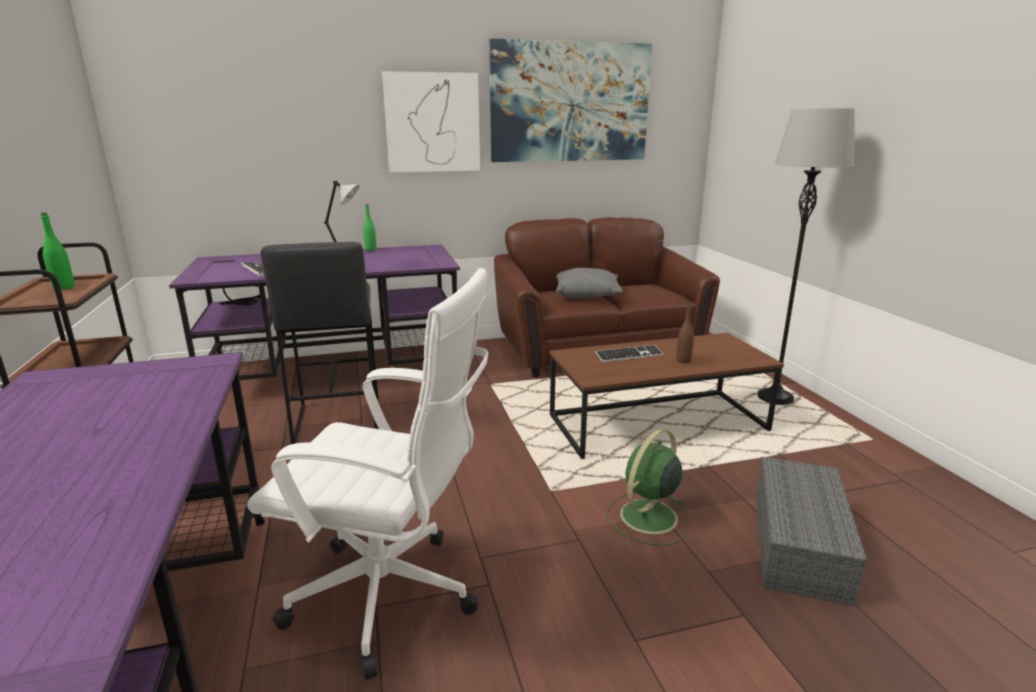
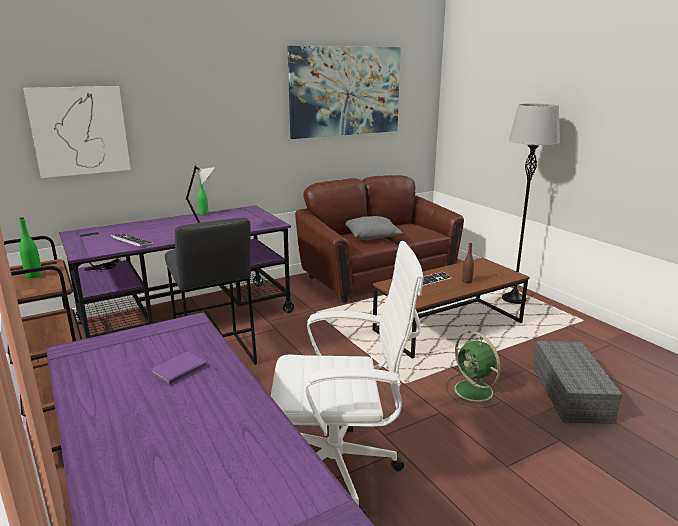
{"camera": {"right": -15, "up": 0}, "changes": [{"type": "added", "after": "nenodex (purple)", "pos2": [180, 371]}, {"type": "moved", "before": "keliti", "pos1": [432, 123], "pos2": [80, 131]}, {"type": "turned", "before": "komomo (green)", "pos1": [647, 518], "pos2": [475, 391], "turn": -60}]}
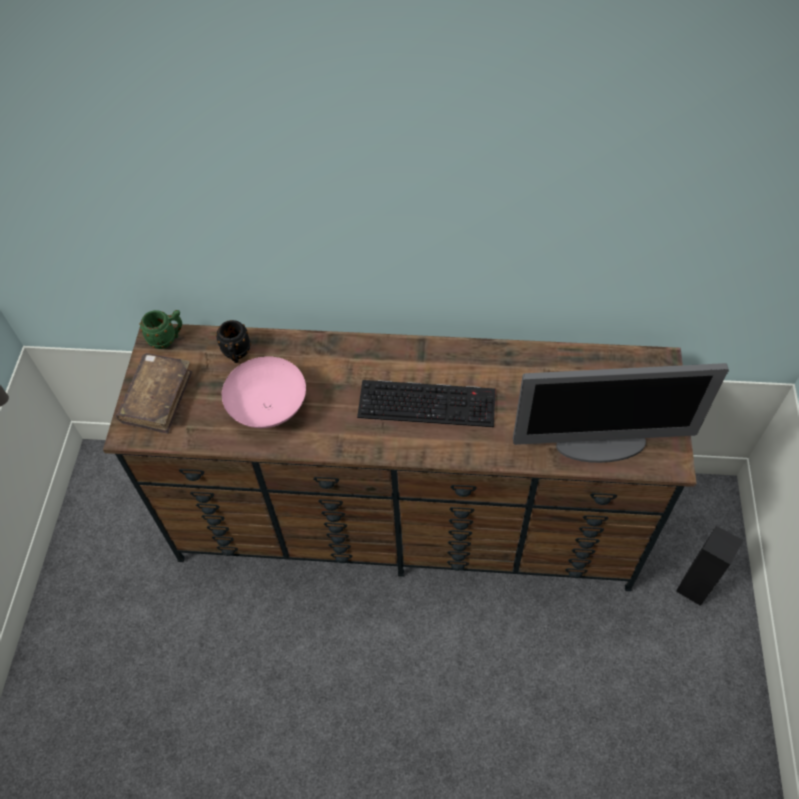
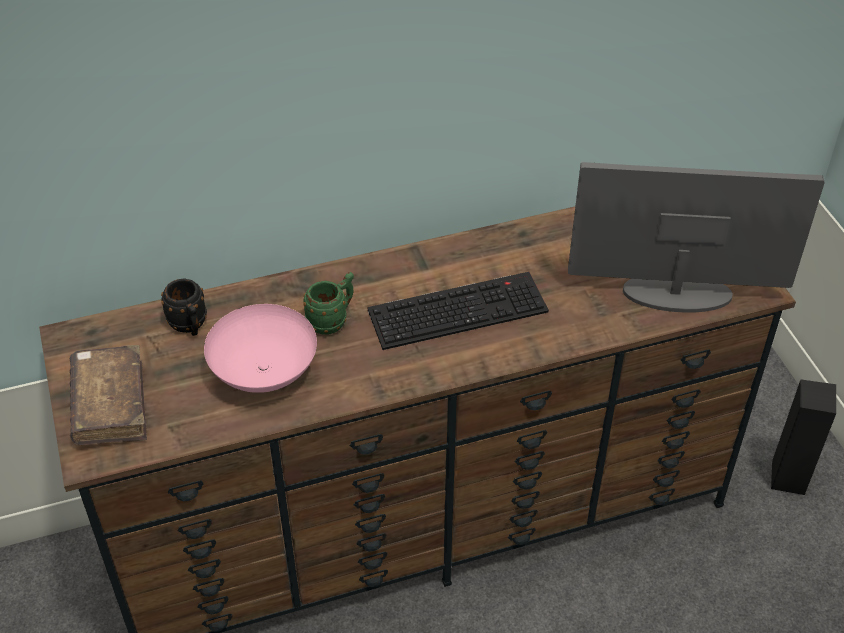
{"camera": {"right": -25, "up": -10}, "changes": [{"type": "moved", "before": "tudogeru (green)", "pos1": [167, 338], "pos2": [332, 320]}, {"type": "turned", "before": "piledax", "pos1": [601, 444], "pos2": [676, 293], "turn": -150}]}
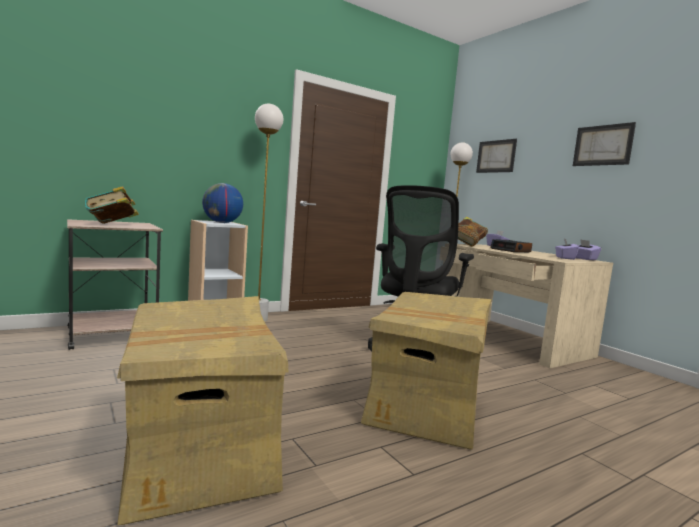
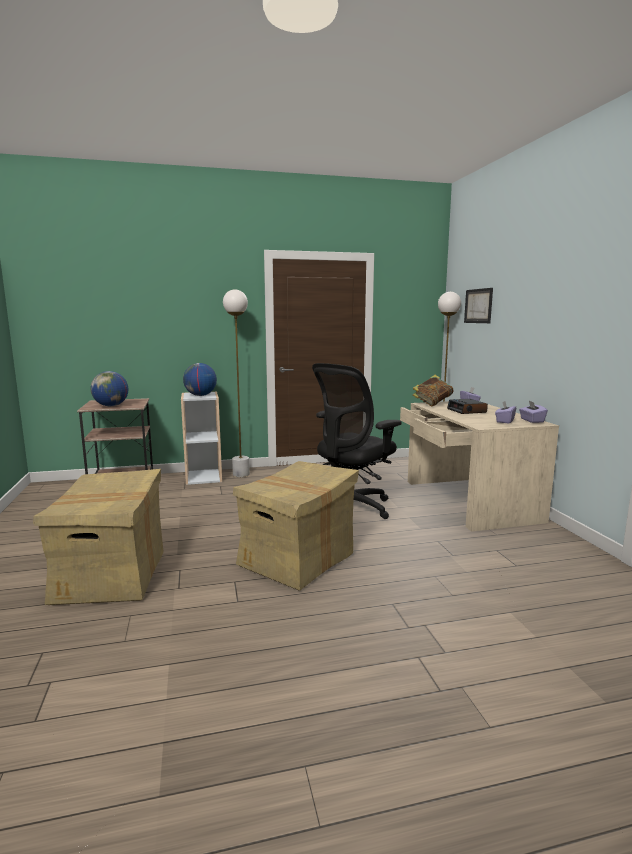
{"camera": {"right": 20, "up": 5}, "changes": [{"type": "removed", "before": "keliti", "pos1": [603, 145]}, {"type": "replaced", "before": "nenodex", "after": "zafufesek", "pos1": [112, 225], "pos2": [111, 406]}]}
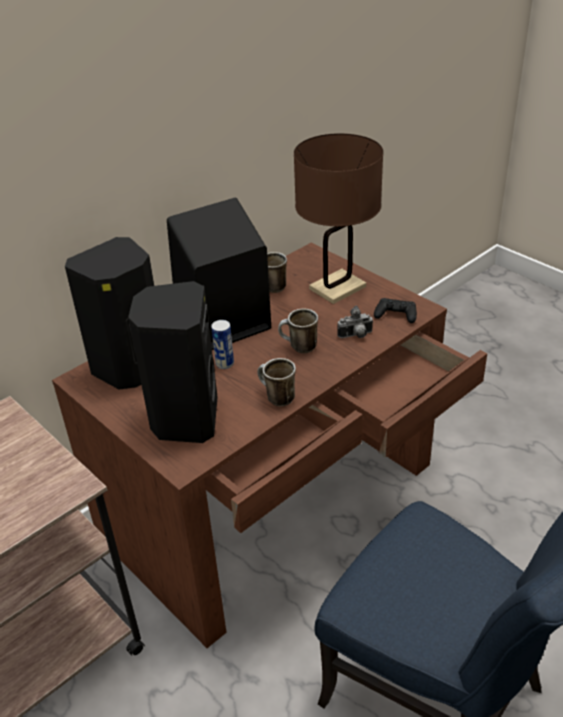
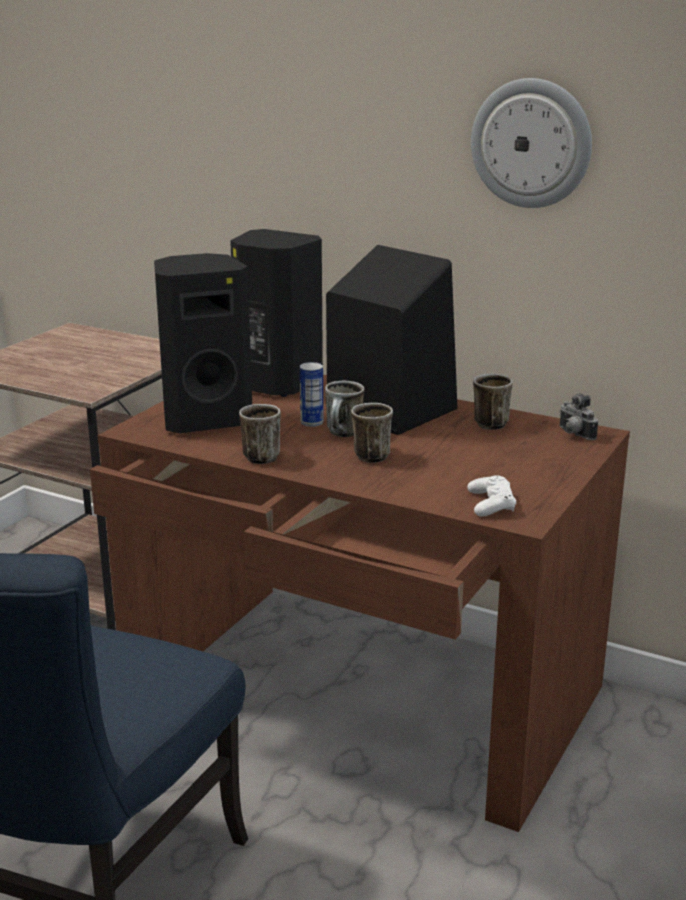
{"camera": {"right": 70, "up": -15}, "changes": [{"type": "removed", "before": "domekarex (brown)", "pos1": [337, 288]}, {"type": "added", "after": "tudogeru", "pos2": [344, 435]}, {"type": "added", "after": "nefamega", "pos2": [531, 143]}, {"type": "moved", "before": "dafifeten", "pos1": [356, 336], "pos2": [573, 434]}, {"type": "recoloured", "before": "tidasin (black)", "after": "tidasin (white)", "pos1": [396, 315], "pos2": [491, 504]}]}
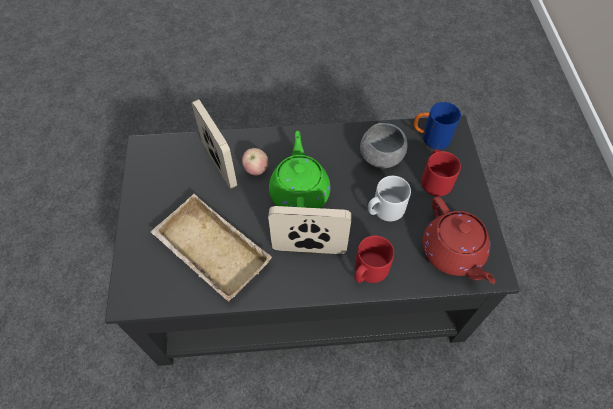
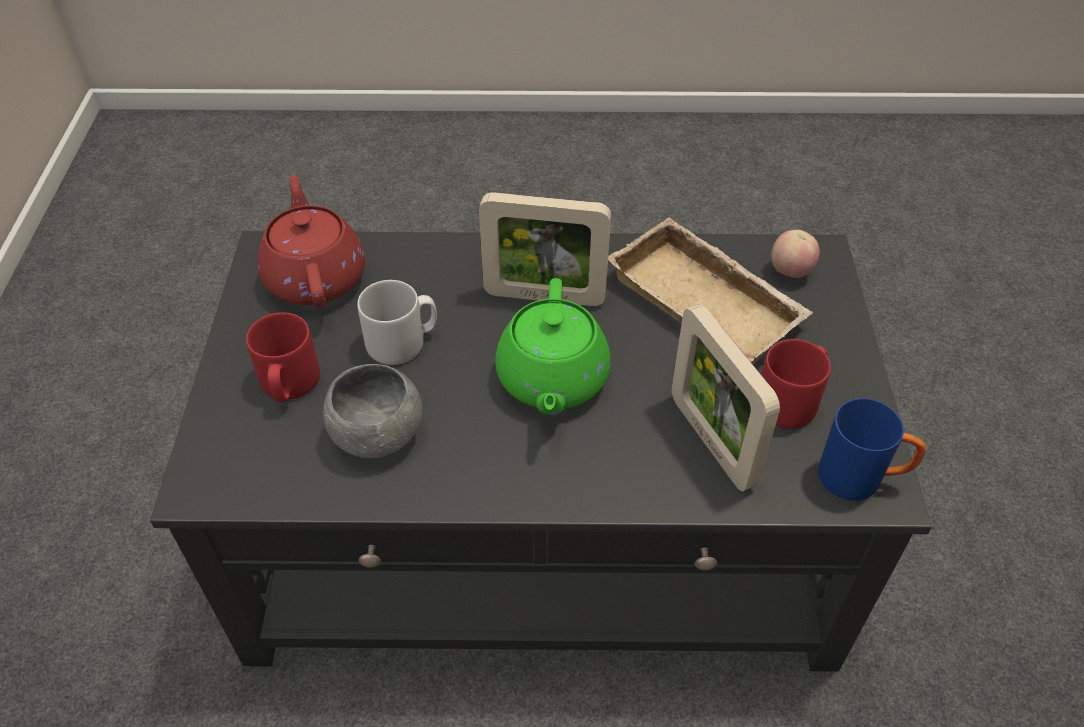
{"camera": {"right": -175, "up": -10}, "changes": [{"type": "moved", "before": "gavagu", "pos1": [256, 170], "pos2": [790, 272]}, {"type": "moved", "before": "tudogeru (red)", "pos1": [368, 271], "pos2": [791, 401]}, {"type": "moved", "before": "tudogeru (blue)", "pos1": [430, 138], "pos2": [861, 478]}]}
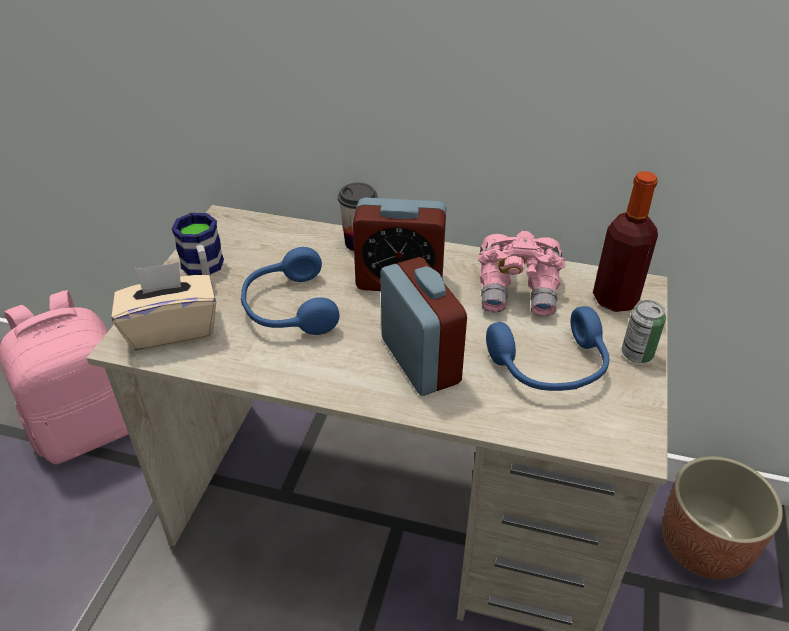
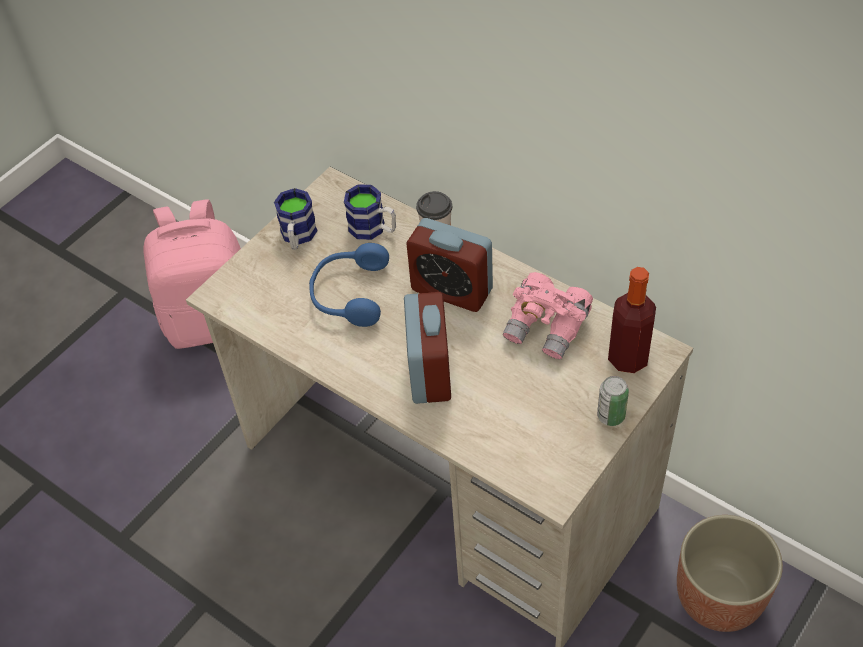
{"camera": {"right": 25, "up": 10}, "changes": [{"type": "removed", "before": "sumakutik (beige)", "pos1": [172, 329]}, {"type": "removed", "before": "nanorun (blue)", "pos1": [551, 368]}, {"type": "added", "after": "tudogeru", "pos2": [373, 229]}]}
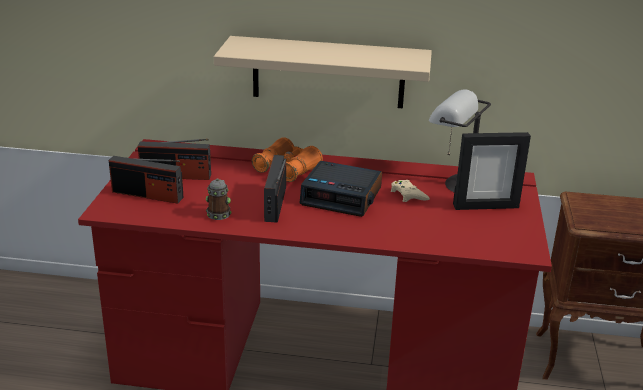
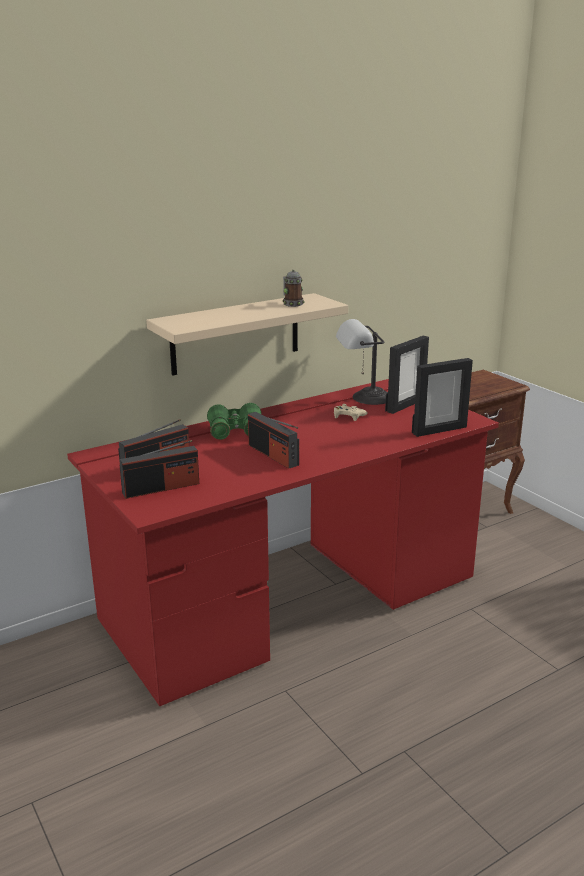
{"camera": {"right": -40, "up": -5}, "changes": [{"type": "removed", "before": "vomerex", "pos1": [342, 196]}, {"type": "added", "after": "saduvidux", "pos2": [439, 430]}, {"type": "moved", "before": "tudogeru", "pos1": [219, 213], "pos2": [291, 303]}, {"type": "recoloured", "before": "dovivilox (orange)", "after": "dovivilox (green)", "pos1": [287, 170], "pos2": [235, 431]}]}
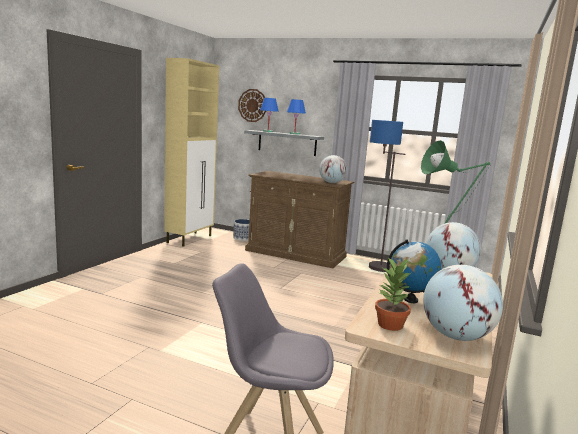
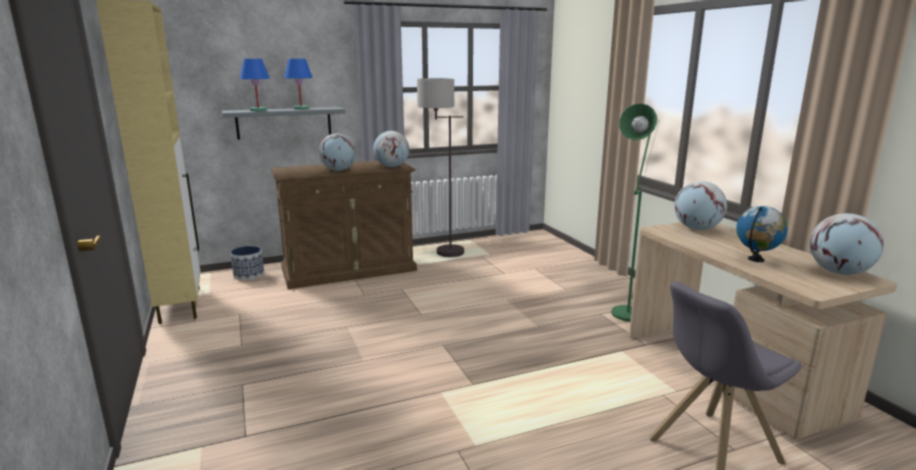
{"camera": {"right": -45, "up": 5}, "changes": [{"type": "removed", "before": "nefamega", "pos1": [252, 105]}, {"type": "removed", "before": "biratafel", "pos1": [391, 325]}, {"type": "added", "after": "zafufesek", "pos2": [339, 170]}, {"type": "recoloured", "before": "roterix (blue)", "after": "roterix (grey)", "pos1": [374, 266], "pos2": [441, 252]}]}
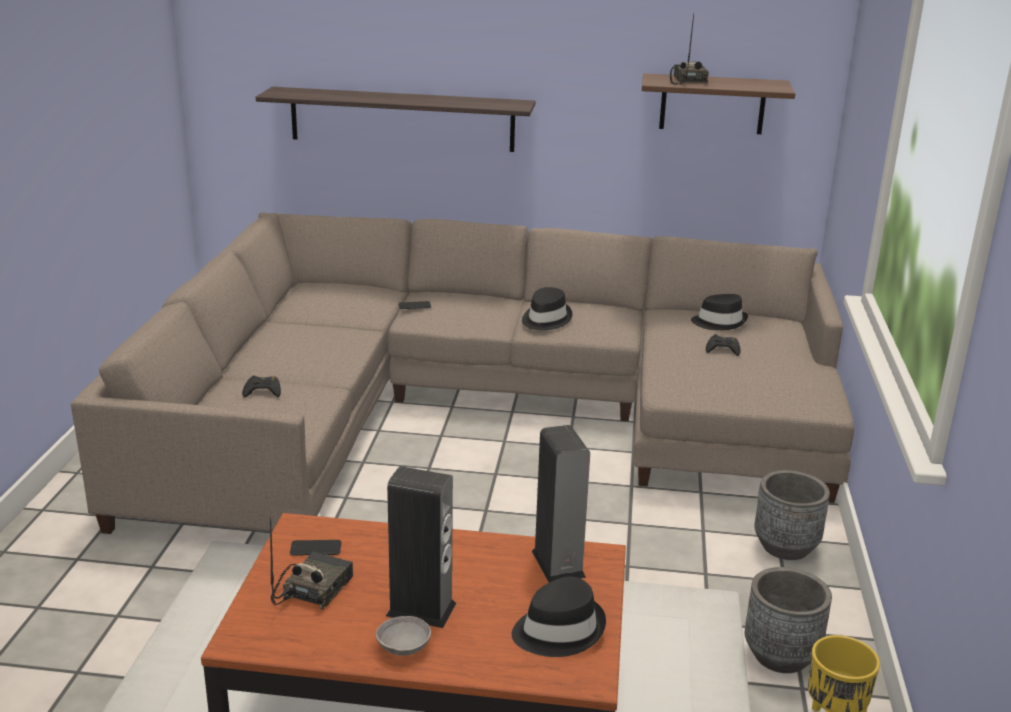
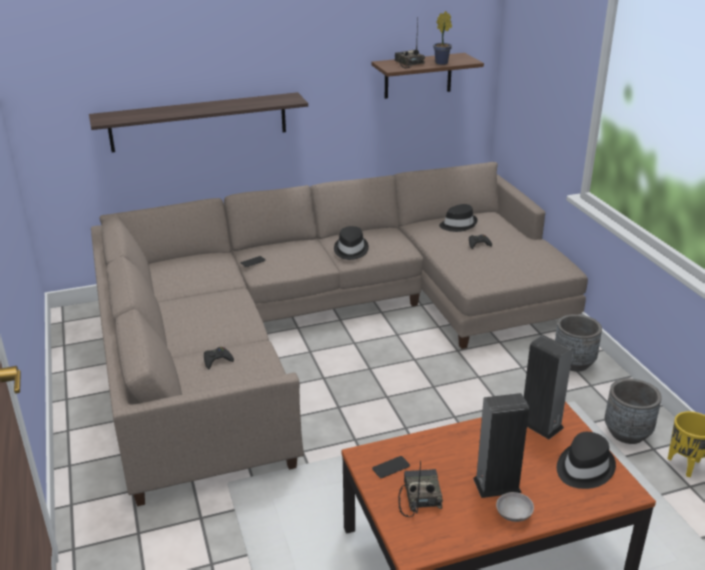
{"camera": {"right": -25, "up": 5}, "changes": [{"type": "added", "after": "biratafel", "pos2": [443, 63]}]}
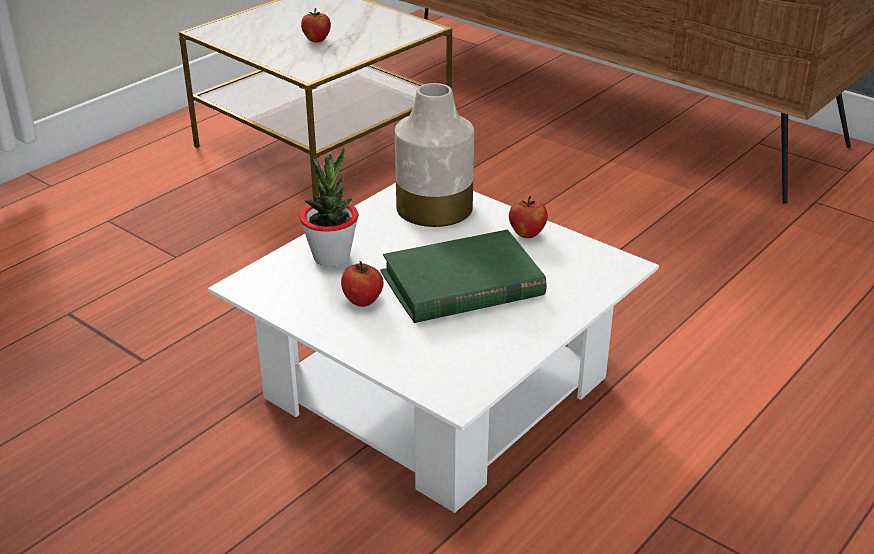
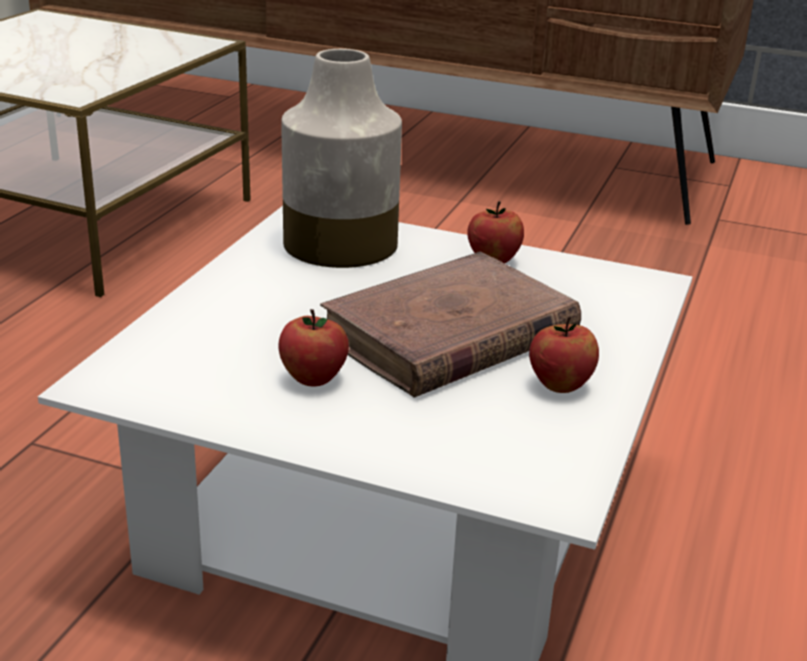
{"camera": {"right": -20, "up": -5}, "changes": [{"type": "removed", "before": "biratafel", "pos1": [331, 257]}, {"type": "moved", "before": "gavagu", "pos1": [316, 40], "pos2": [560, 385]}, {"type": "recoloured", "before": "nenodex (green)", "after": "nenodex (brown)", "pos1": [461, 284], "pos2": [448, 335]}]}
